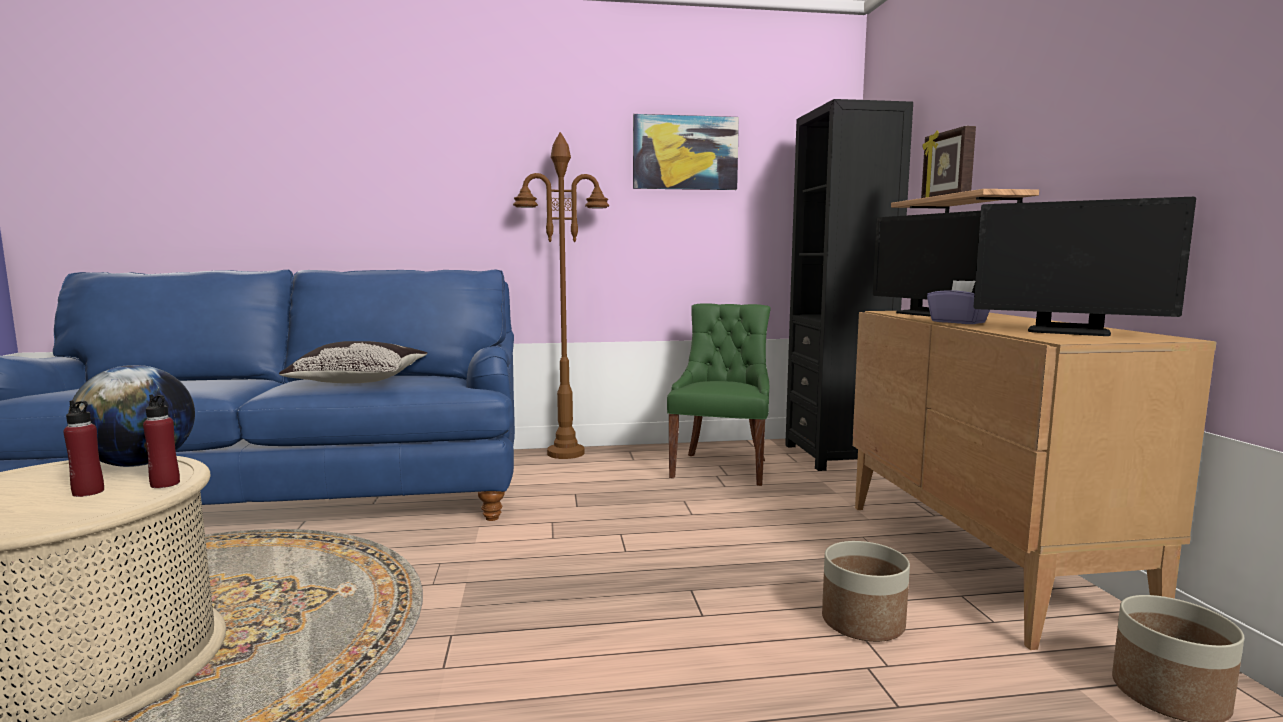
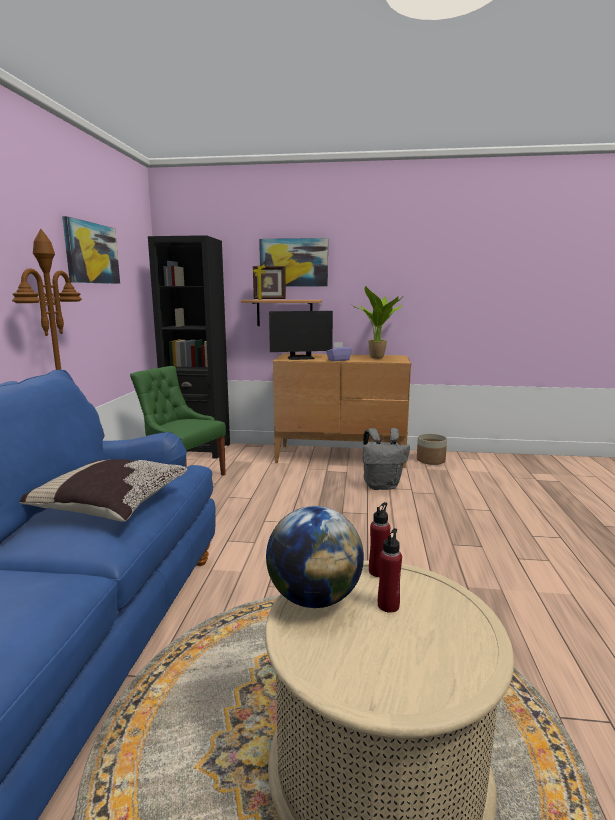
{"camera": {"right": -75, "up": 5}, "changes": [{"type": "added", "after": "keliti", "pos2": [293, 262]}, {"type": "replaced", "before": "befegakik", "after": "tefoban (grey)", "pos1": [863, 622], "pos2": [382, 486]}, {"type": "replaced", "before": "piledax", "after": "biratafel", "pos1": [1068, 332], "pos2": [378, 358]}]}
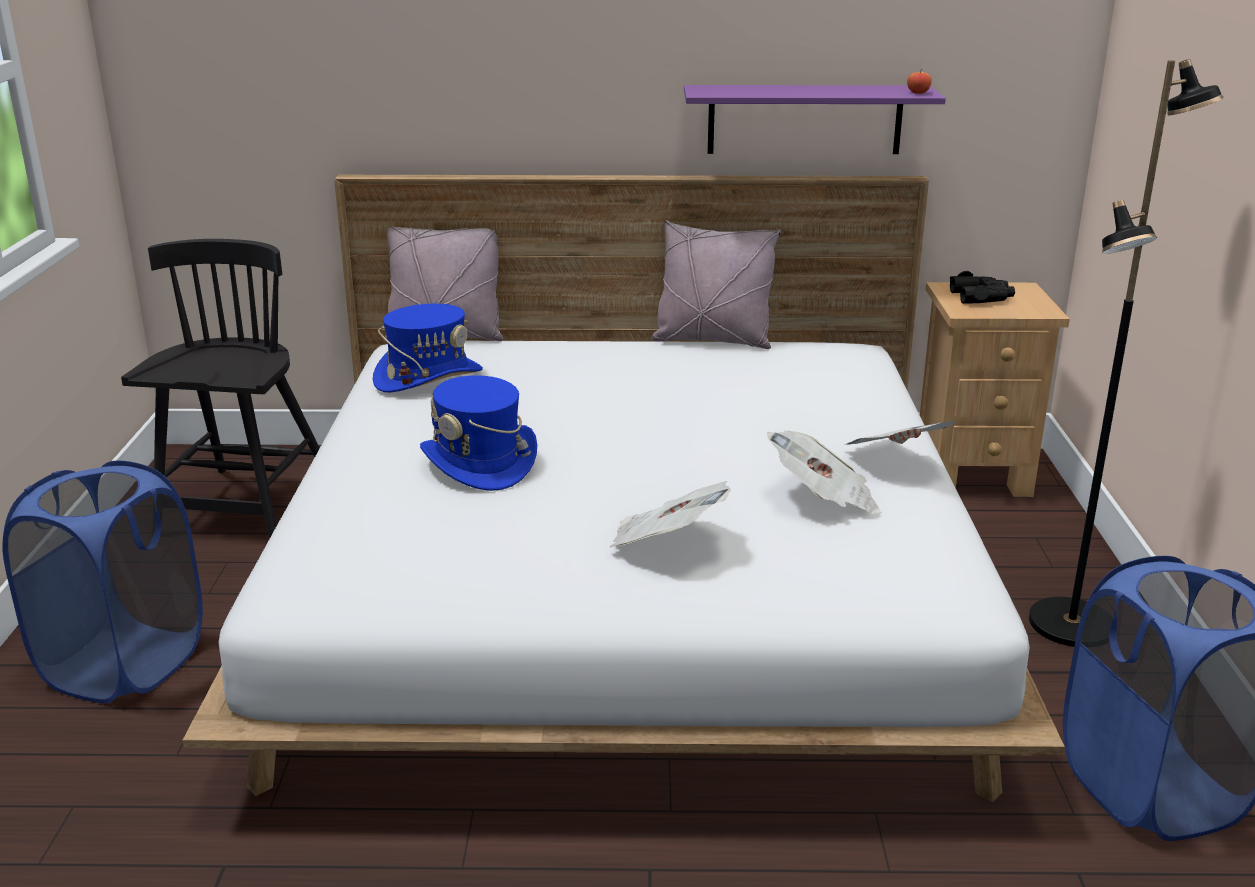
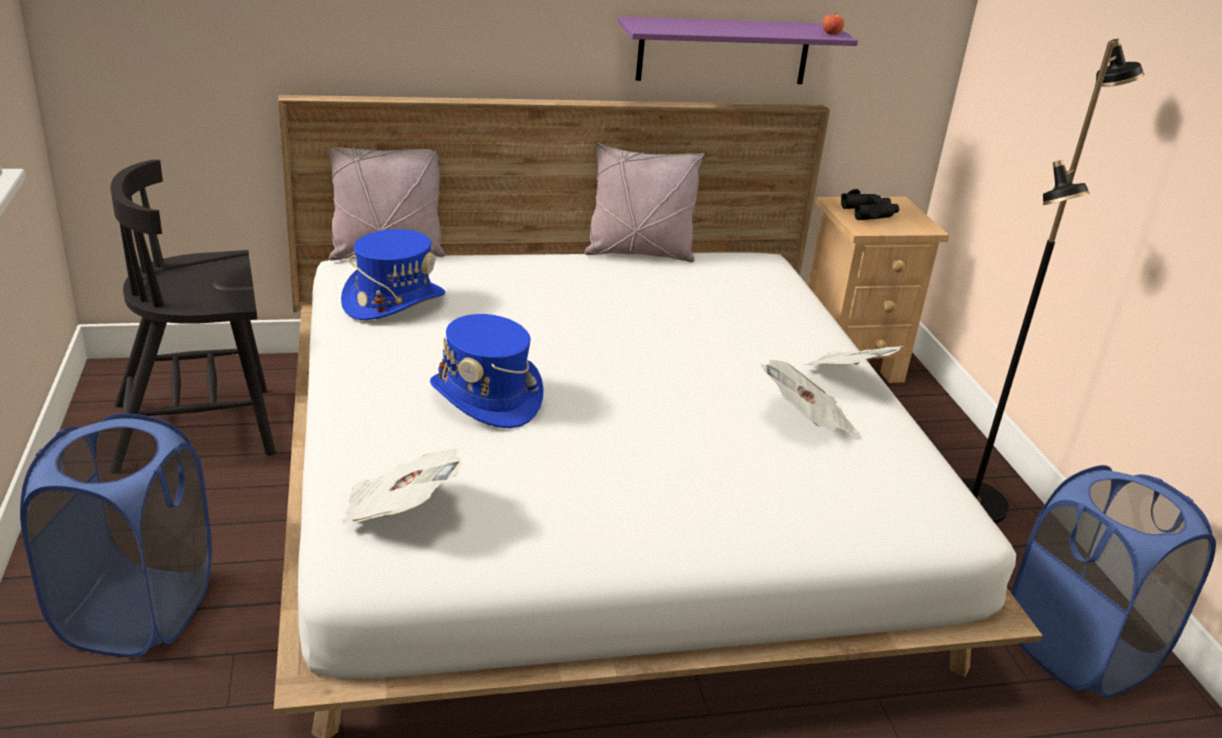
{"camera": {"right": -15, "up": 5}, "changes": [{"type": "moved", "before": "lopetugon", "pos1": [666, 543], "pos2": [399, 511]}, {"type": "turned", "before": "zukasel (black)", "pos1": [245, 508], "pos2": [198, 428], "turn": -105}]}
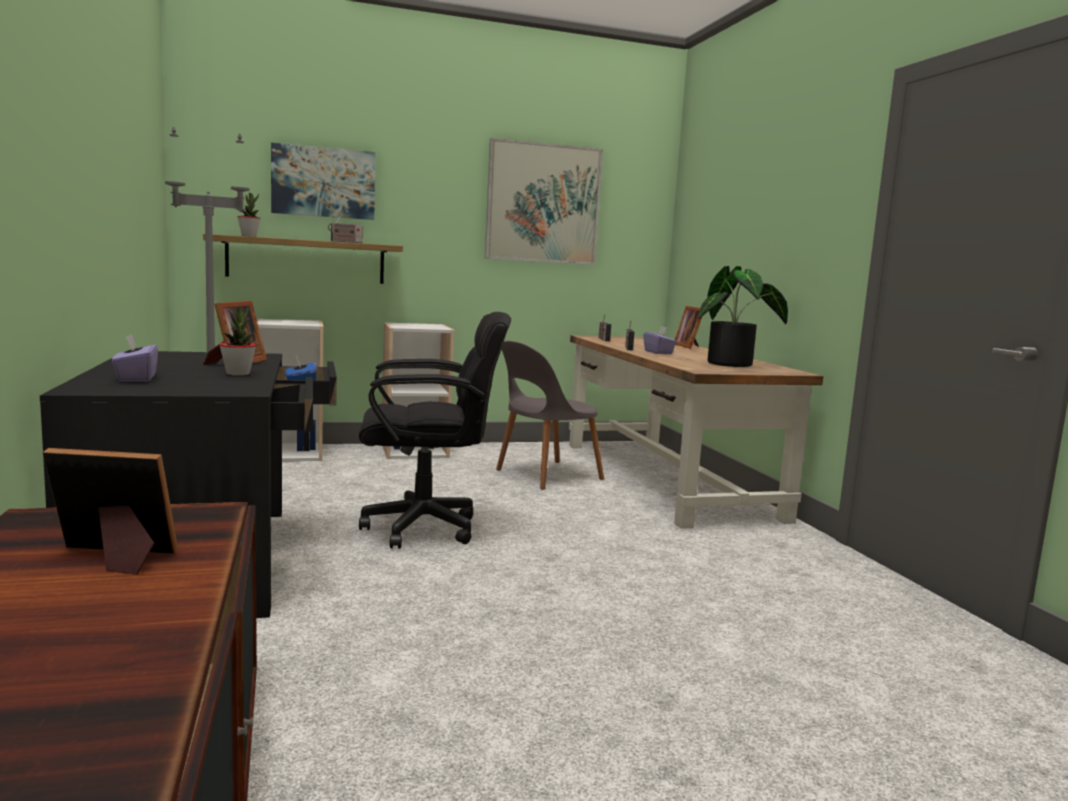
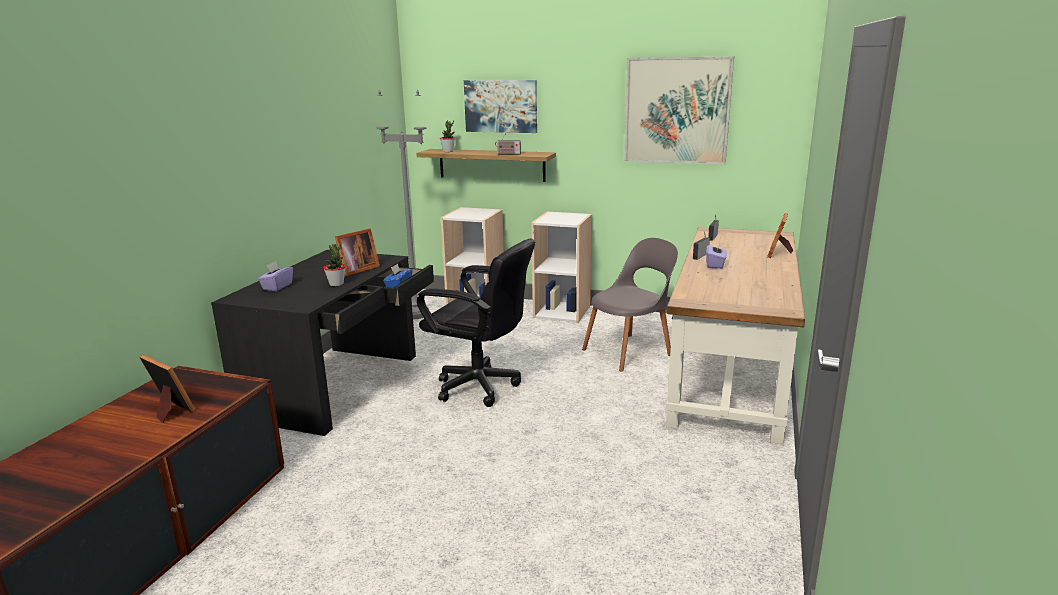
{"camera": {"right": 35, "up": 10}, "changes": [{"type": "removed", "before": "biratafel", "pos1": [735, 364]}, {"type": "turned", "before": "zukasel (grey)", "pos1": [545, 475], "pos2": [629, 351], "turn": 150}]}
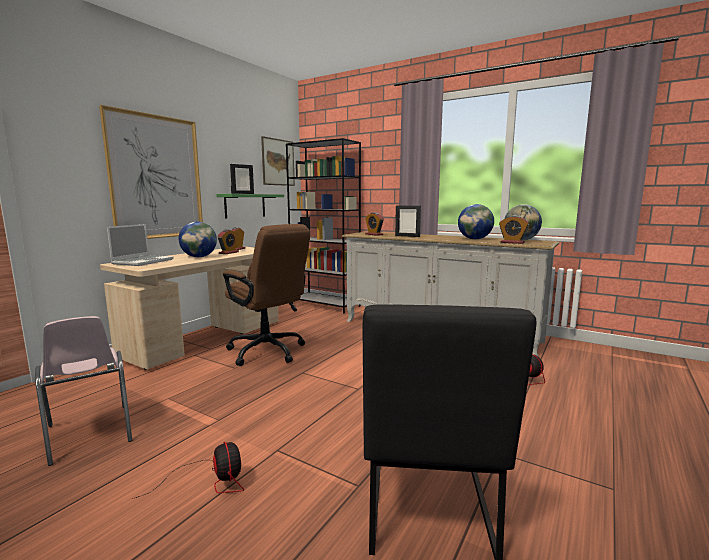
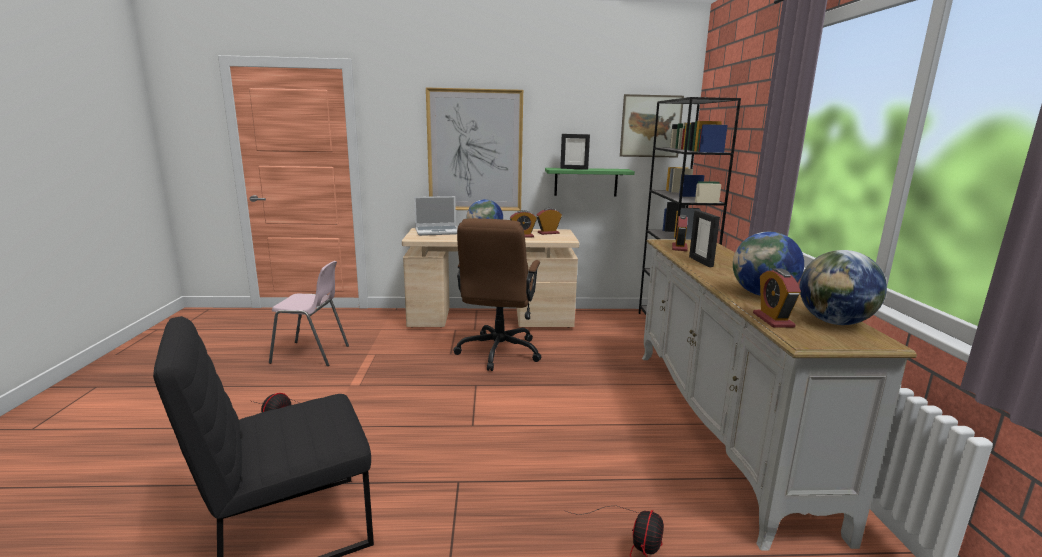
{"camera": {"right": 55, "up": 5}, "changes": [{"type": "turned", "before": "zukasel (pink)", "pos1": [89, 434], "pos2": [311, 354], "turn": -105}]}
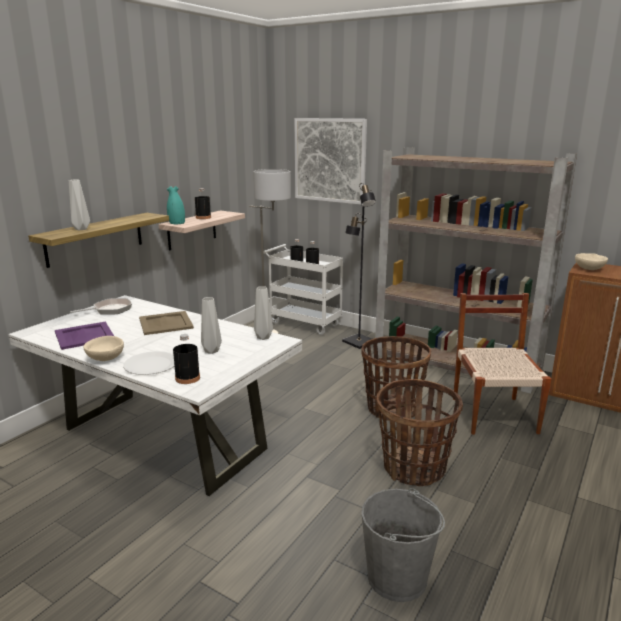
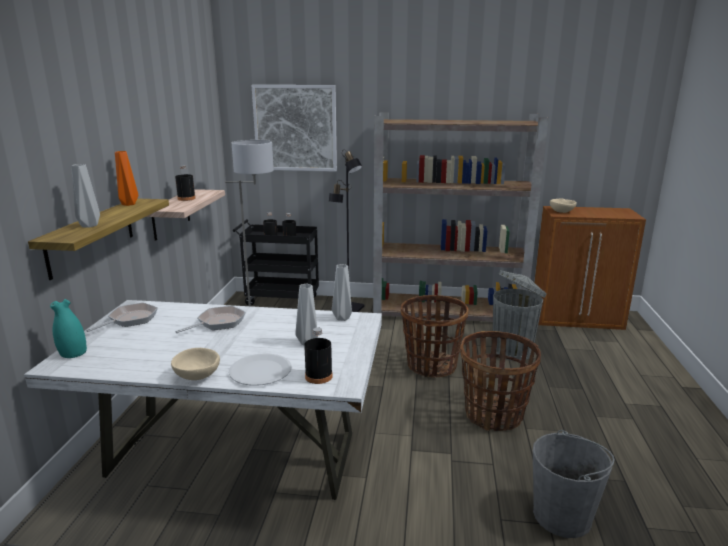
{"camera": {"right": -25, "up": 0}, "changes": [{"type": "removed", "before": "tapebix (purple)", "pos1": [84, 336]}, {"type": "added", "after": "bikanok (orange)", "pos2": [128, 204]}, {"type": "moved", "before": "bikanok (turquoise)", "pos1": [176, 223], "pos2": [72, 353]}, {"type": "replaced", "before": "tapebix (beige)", "after": "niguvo", "pos1": [165, 323], "pos2": [218, 323]}, {"type": "replaced", "before": "zukasel", "after": "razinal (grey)", "pos1": [493, 414], "pos2": [513, 351]}, {"type": "recoloured", "before": "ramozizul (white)", "after": "ramozizul (black)", "pos1": [303, 324], "pos2": [280, 301]}]}
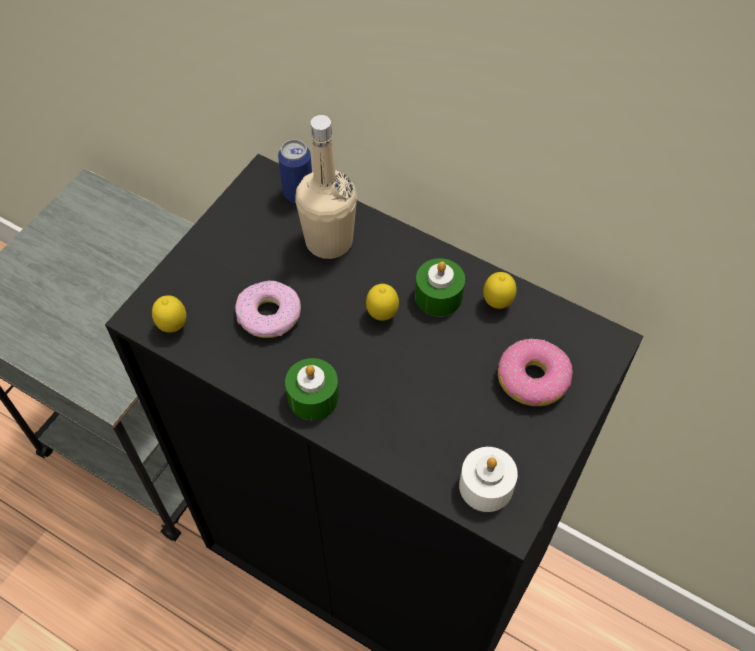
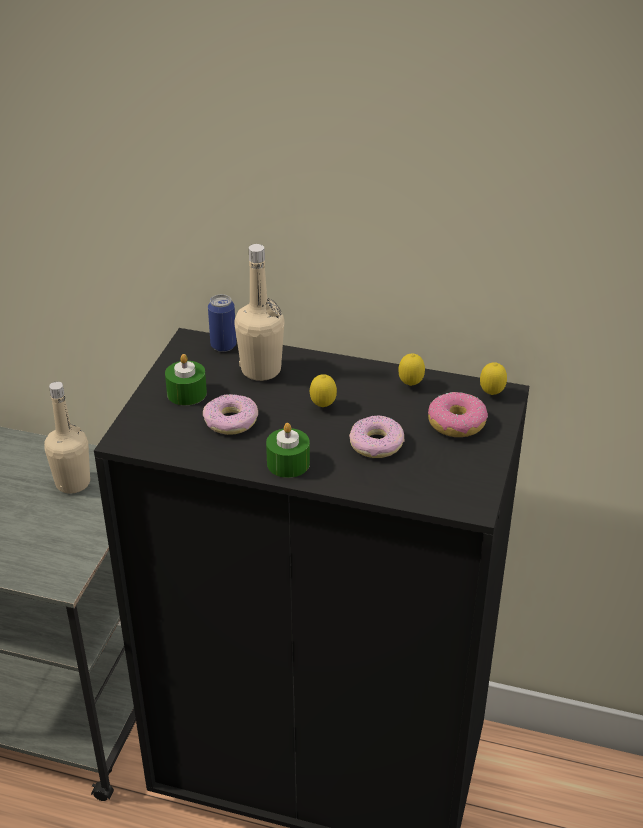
{"camera": {"right": -15, "up": -20}, "changes": [{"type": "removed", "before": "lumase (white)", "pos1": [486, 486]}, {"type": "added", "after": "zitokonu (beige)", "pos2": [73, 483]}, {"type": "added", "after": "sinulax", "pos2": [376, 444]}, {"type": "moved", "before": "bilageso", "pos1": [173, 327], "pos2": [491, 394]}, {"type": "moved", "before": "lumase (green)", "pos1": [438, 296], "pos2": [186, 393]}]}
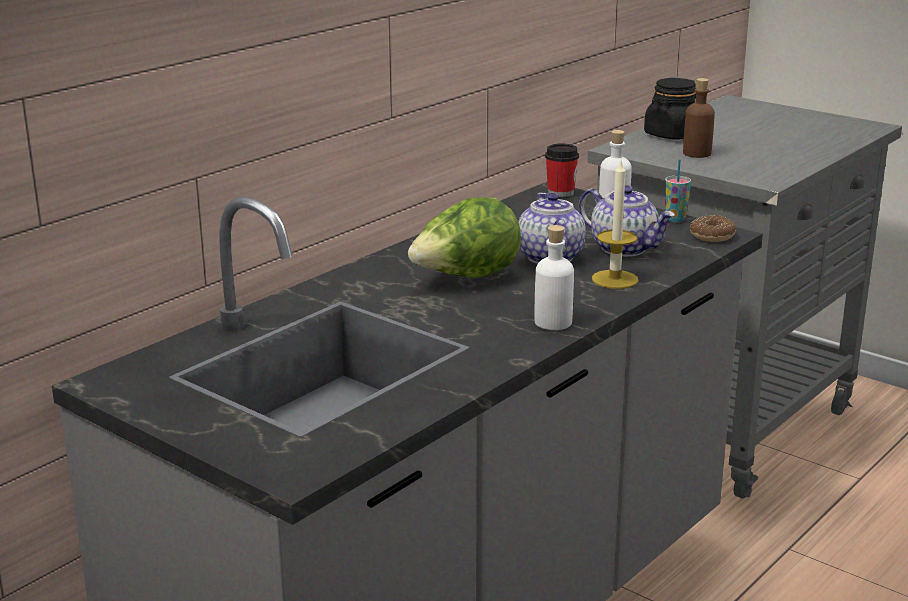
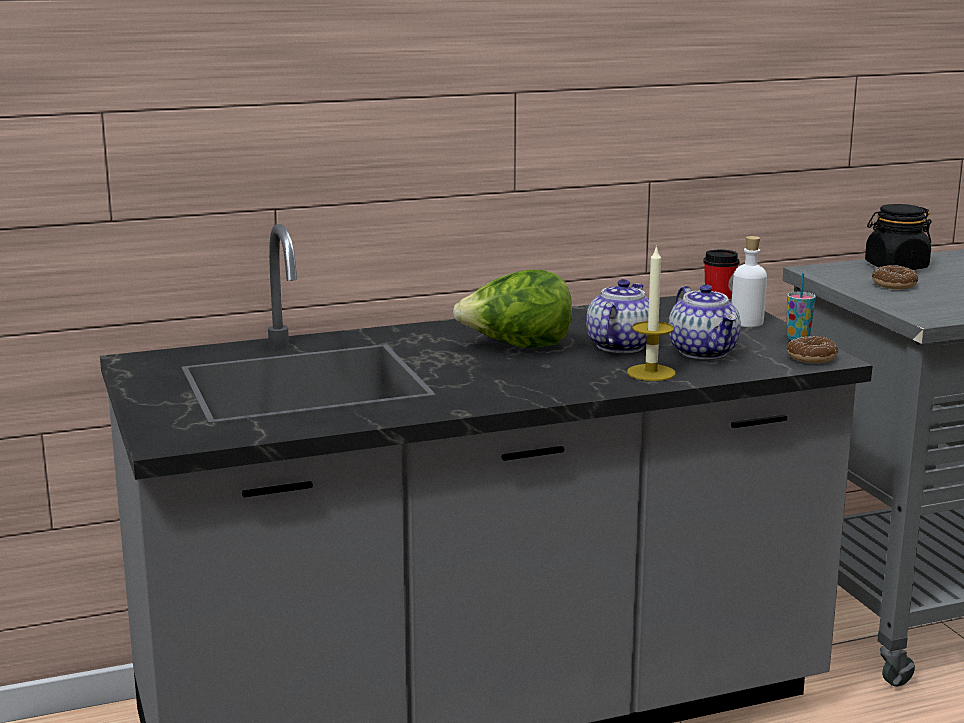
{"camera": {"right": 30, "up": -5}, "changes": [{"type": "removed", "before": "zitokonu (white)", "pos1": [553, 322]}, {"type": "replaced", "before": "zitokonu (brown)", "after": "sinulax", "pos1": [697, 153], "pos2": [894, 285]}]}
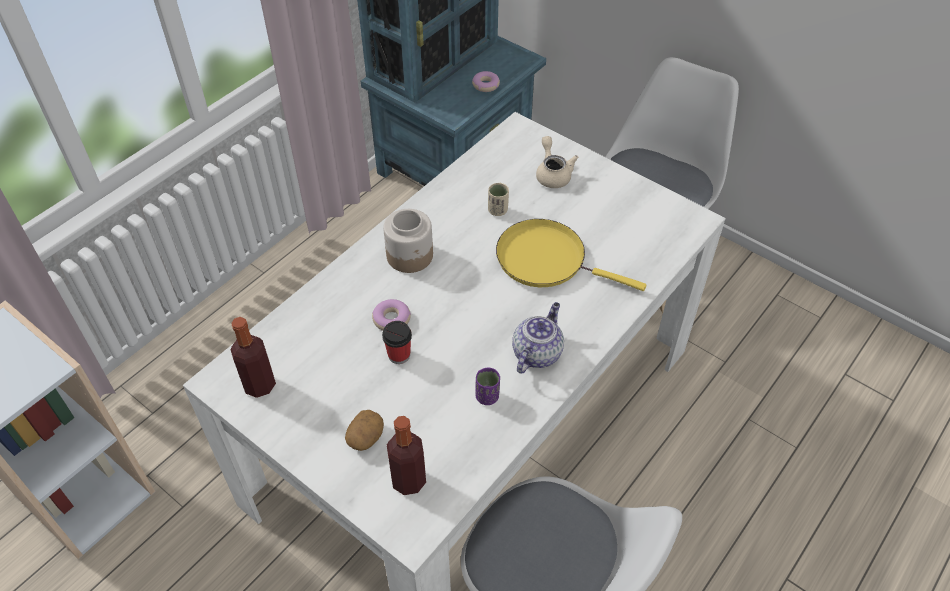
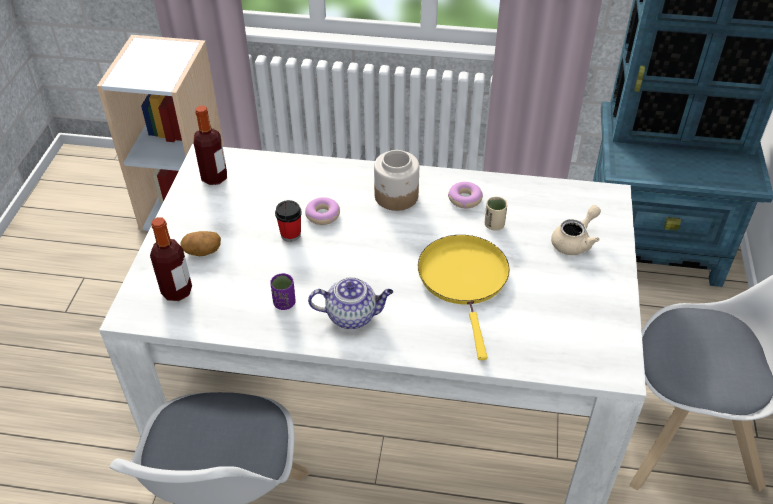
{"camera": {"right": 60, "up": -5}, "changes": [{"type": "moved", "before": "sinulax", "pos1": [485, 85], "pos2": [465, 199]}]}
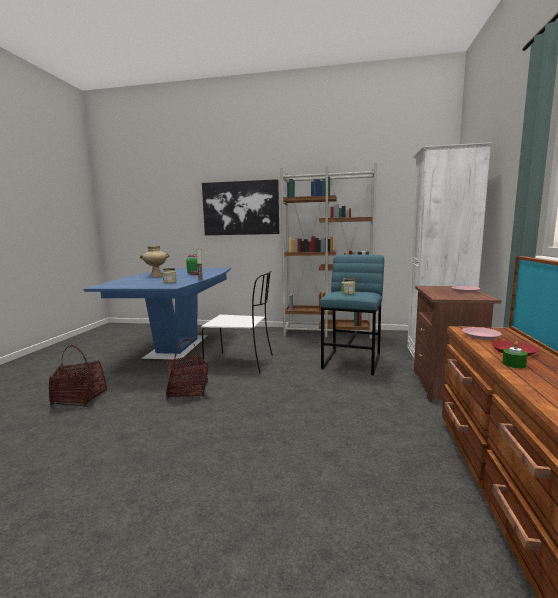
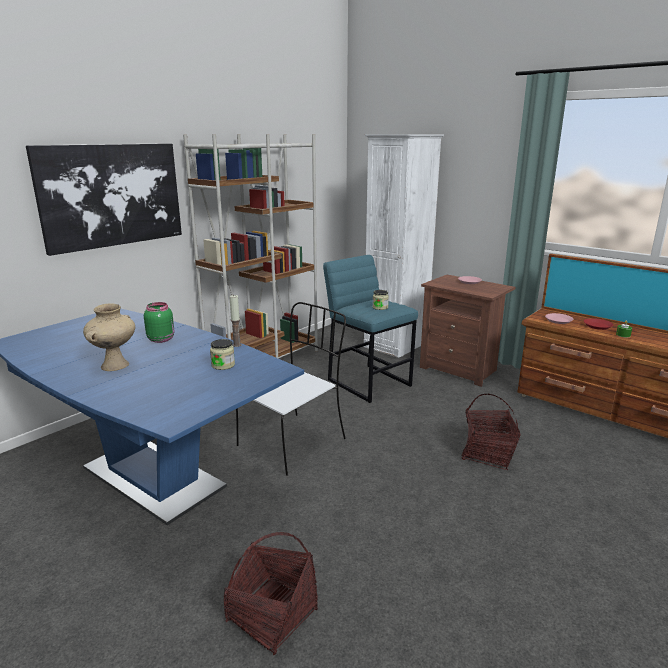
{"camera": {"right": -60, "up": 10}, "changes": [{"type": "moved", "before": "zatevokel", "pos1": [188, 391], "pos2": [487, 453]}]}
